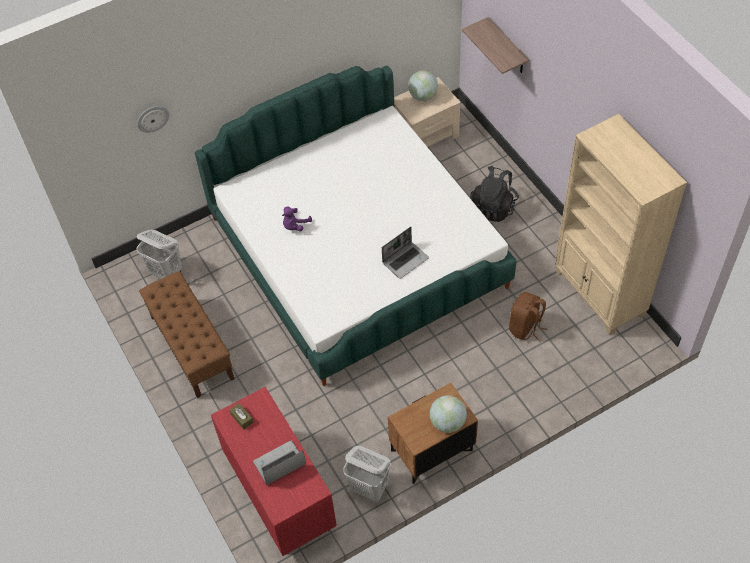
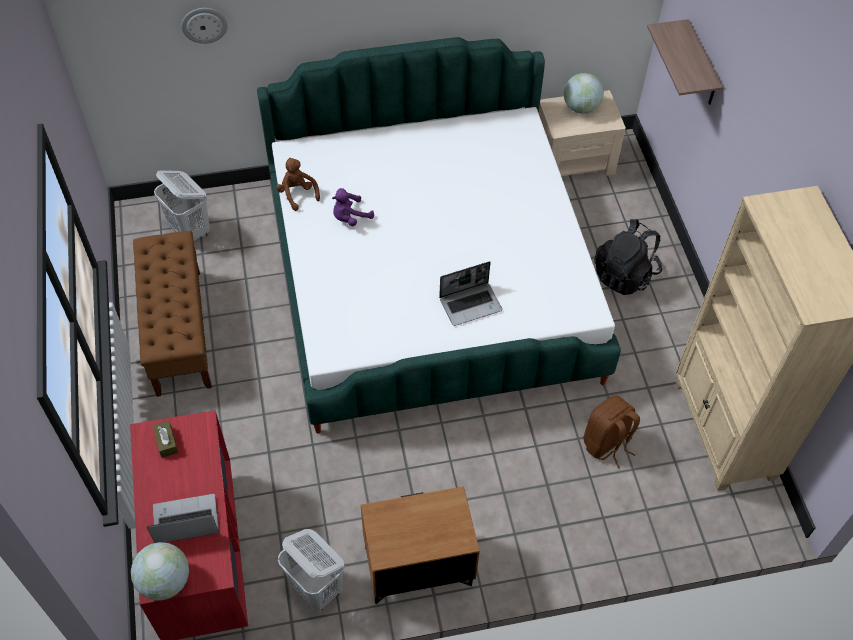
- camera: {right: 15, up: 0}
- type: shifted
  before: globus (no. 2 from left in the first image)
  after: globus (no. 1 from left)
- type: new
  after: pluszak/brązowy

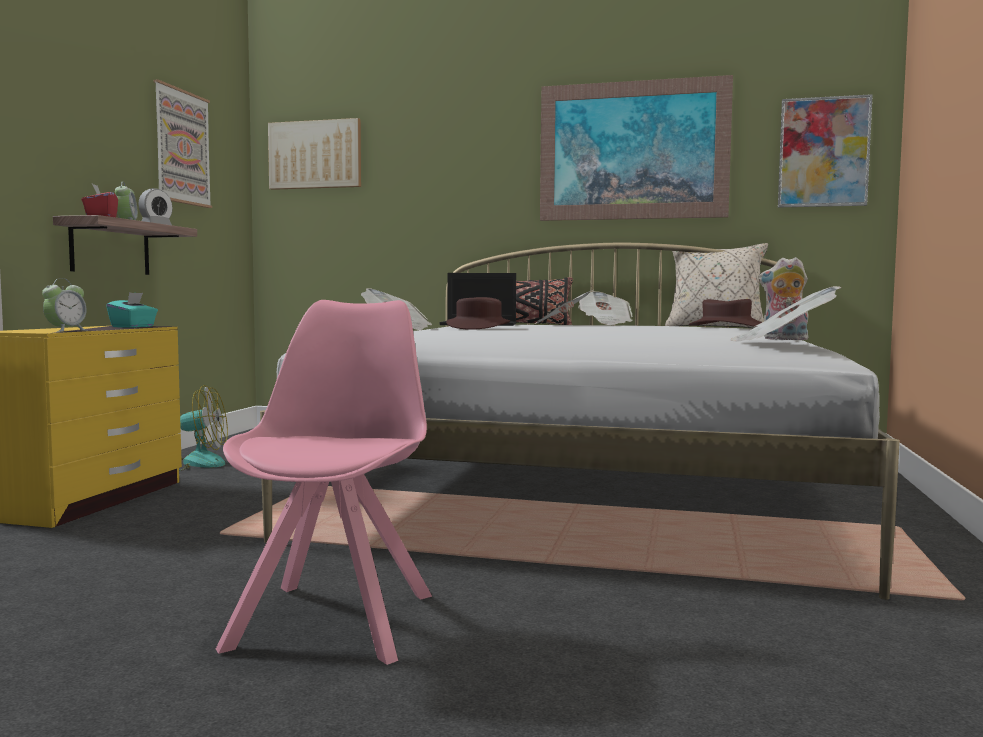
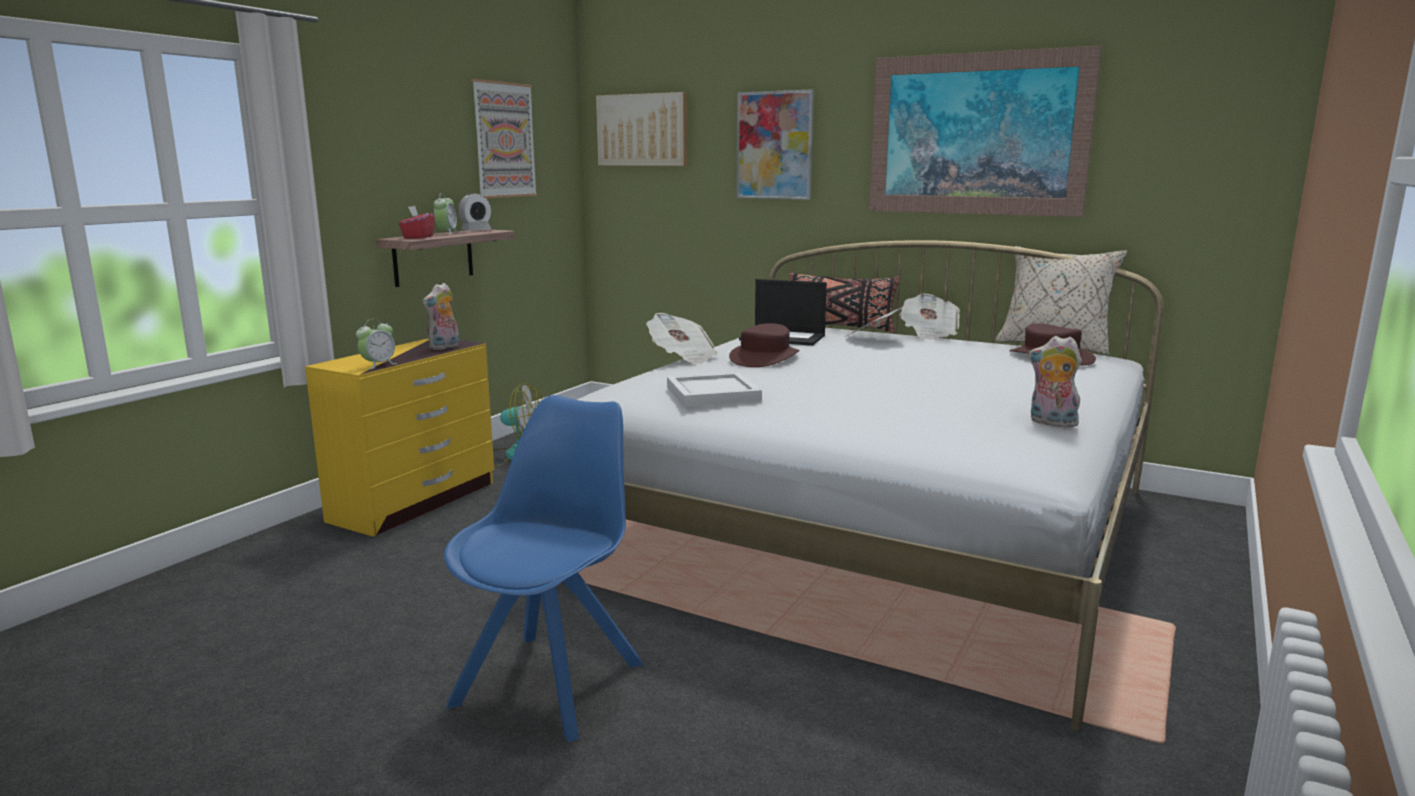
- camera: {right: 15, up: 10}
- type: swapped
  before: pudełko chusteczek/turkusowy
  after: pluszak (no. 1 from left)
- type: repainted
  before: krzesło/różowy
  after: krzesło/niebieski
- type: new
  after: taca/biały
- type: shifted
  before: obraz (no. 4 from left in the first image)
  after: obraz (no. 3 from left)
- type: gone
  before: gazeta (no. 4 from left)

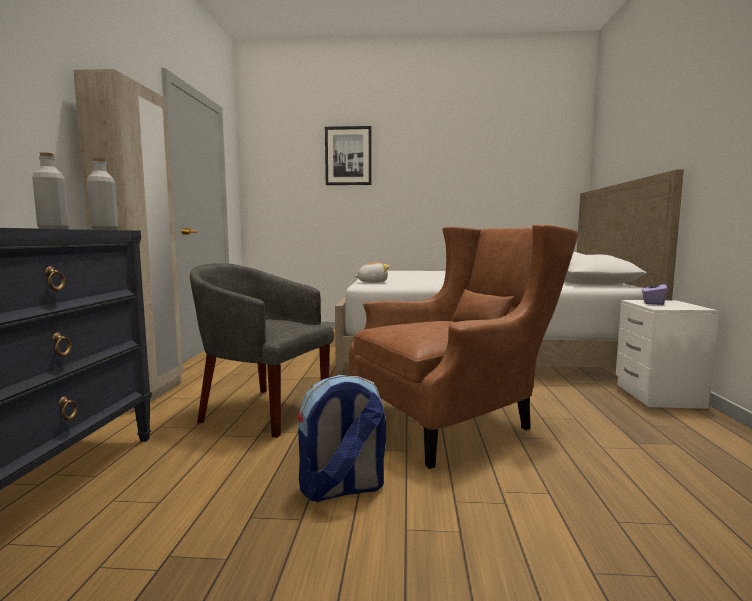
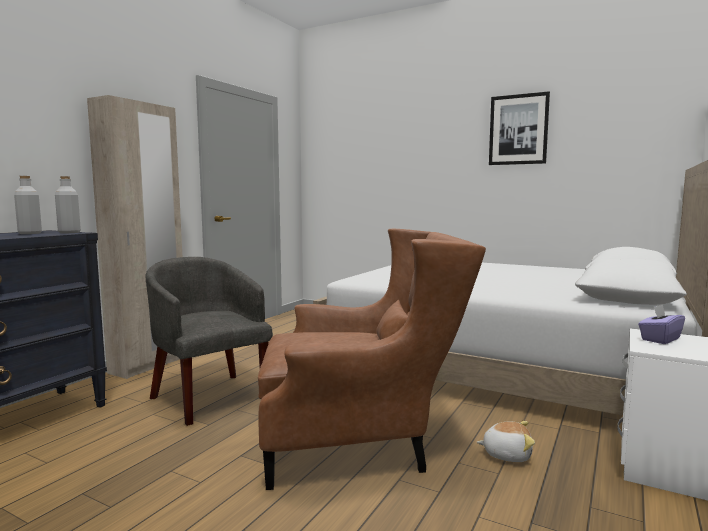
- camera: {right: 25, up: 0}
- type: shifted
  before: pluszak
- type: shifted
  before: obraz
- type: gone
  before: plecak

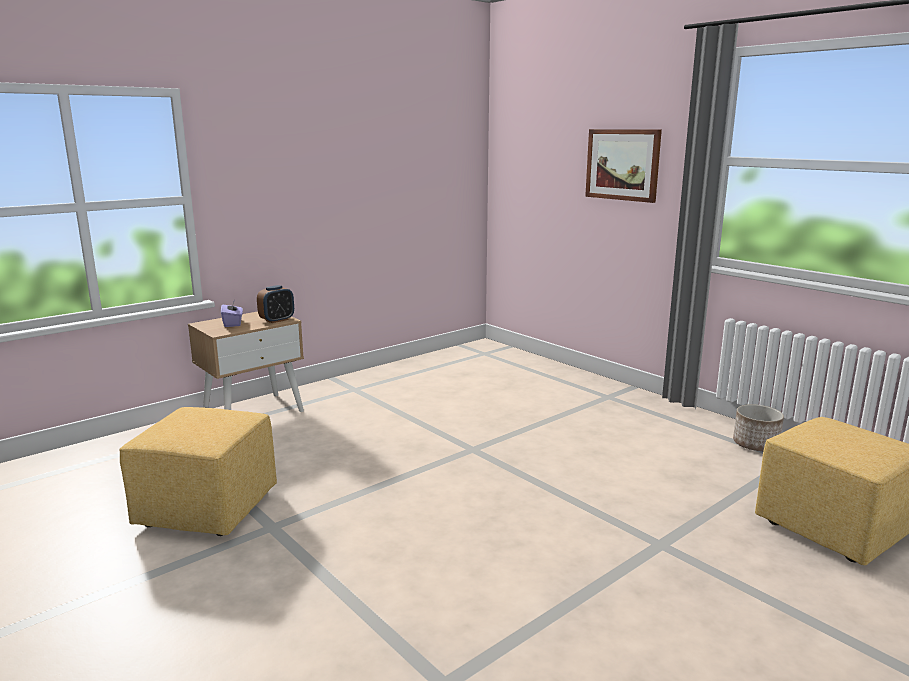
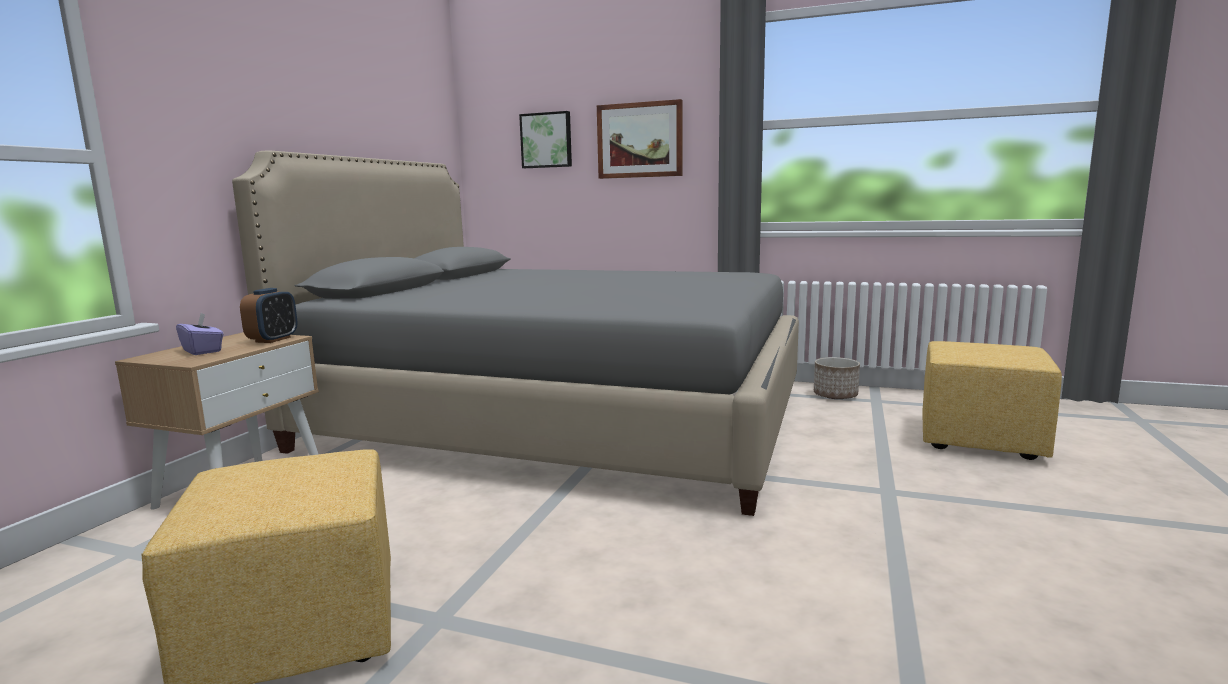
- camera: {right: -30, up: -5}
- type: new
  after: łóżko/szary
- type: new
  after: obraz (no. 1 from left)

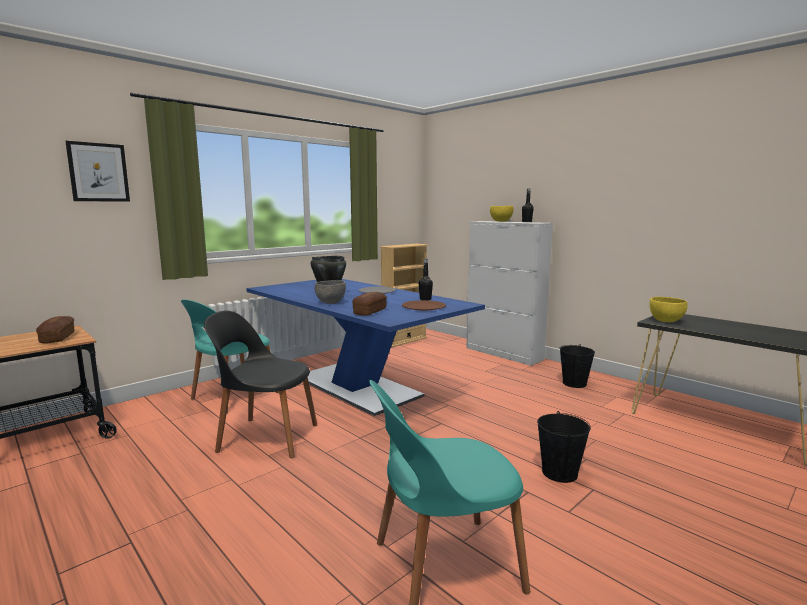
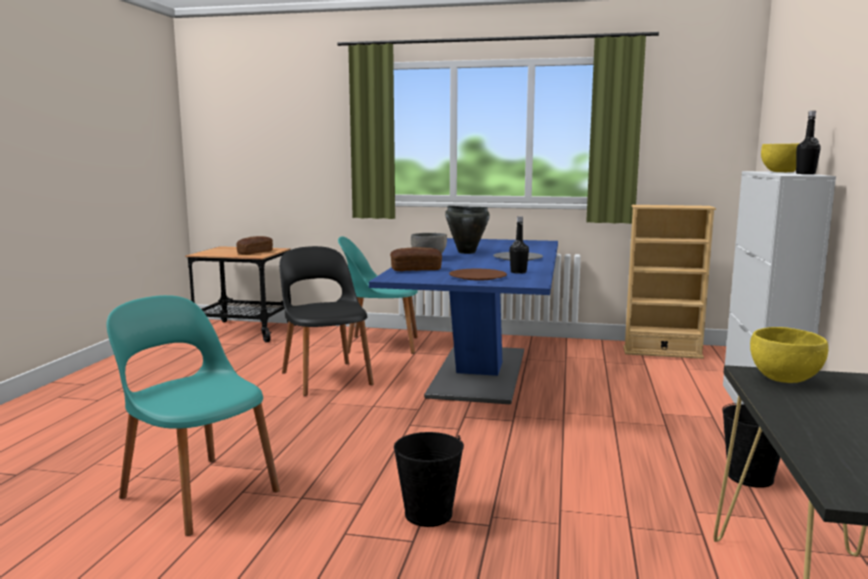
- camera: {right: 55, up: 0}
- type: gone
  before: obraz

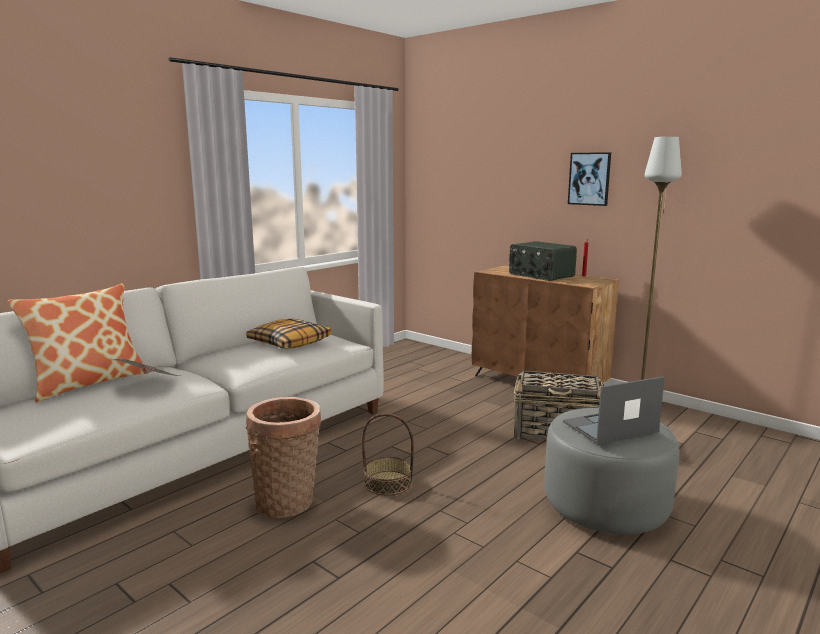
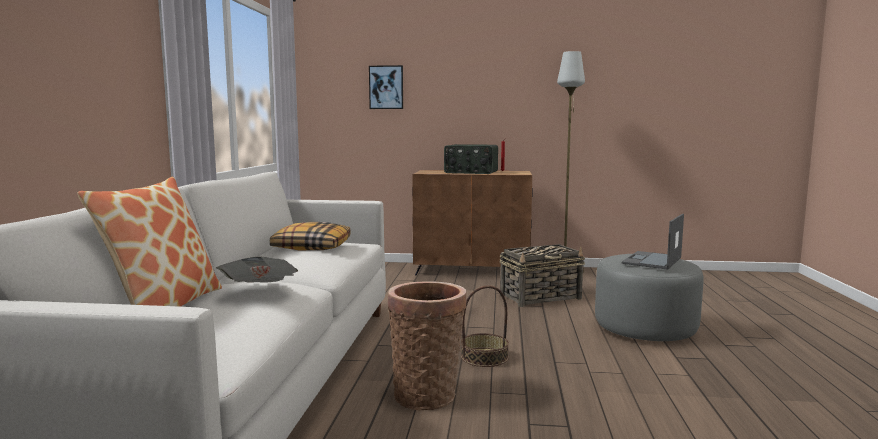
- camera: {right: -35, up: -5}
- type: shifted
  before: obraz

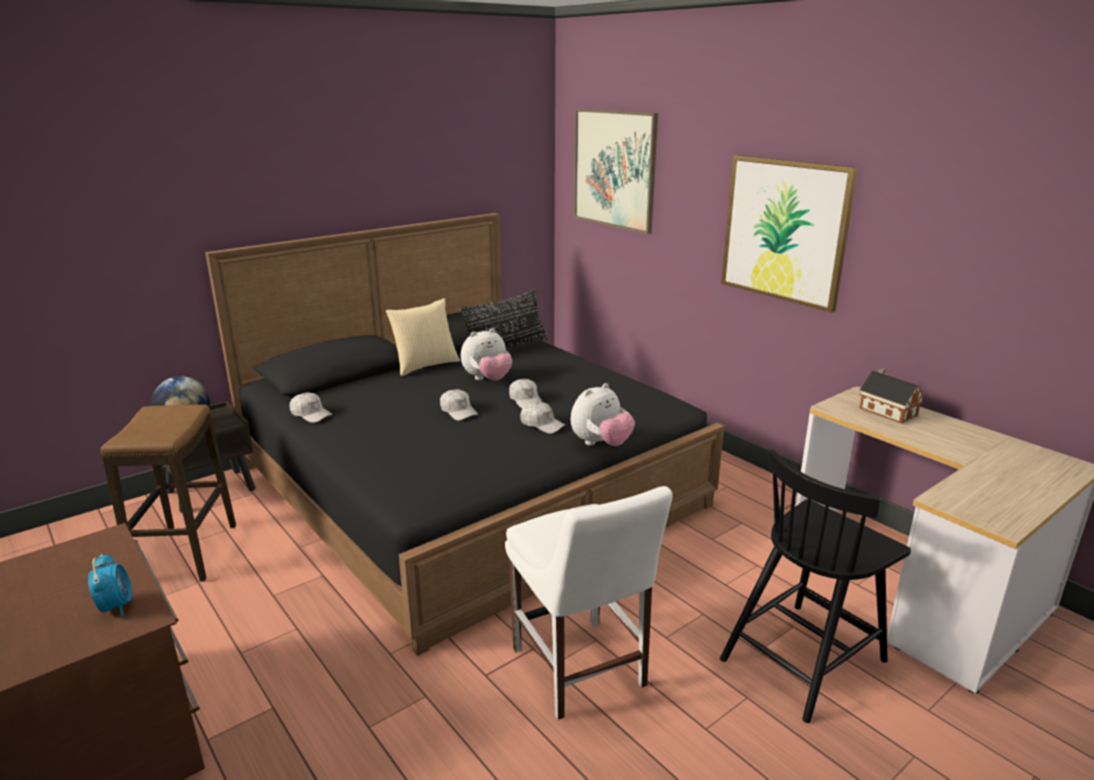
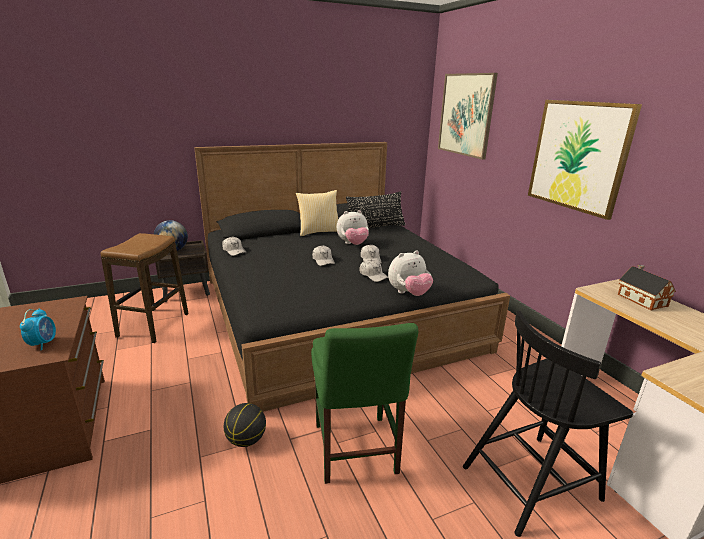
- camera: {right: 15, up: 0}
- type: new
  after: piłka do koszykówki
- type: repainted
  before: krzesło/biały
  after: krzesło/zielony

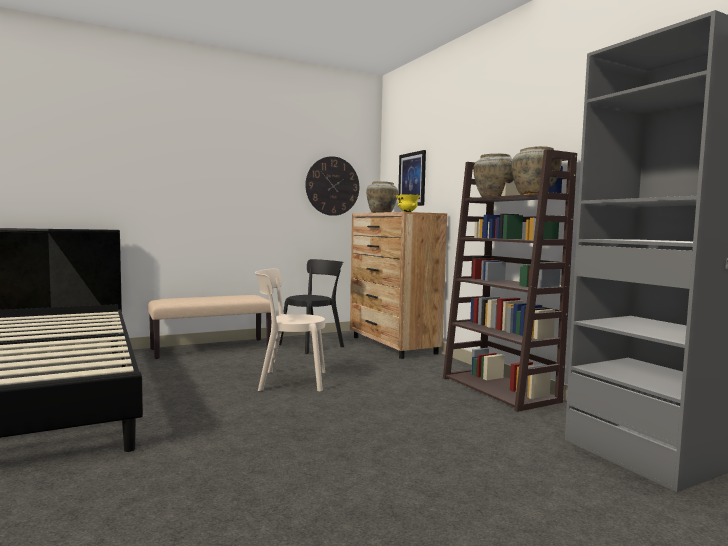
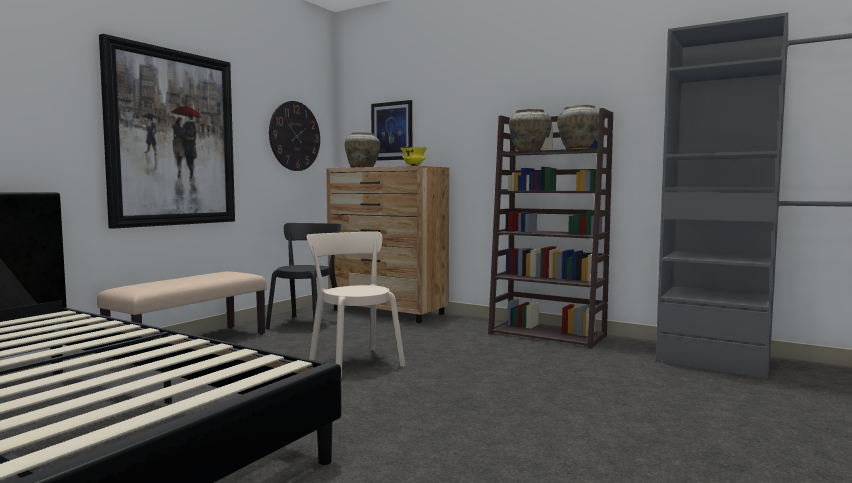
- camera: {right: -30, up: 0}
- type: new
  after: obraz (no. 1 from left)
- type: rotated
  before: krzesło/beżowy
  turn: 90

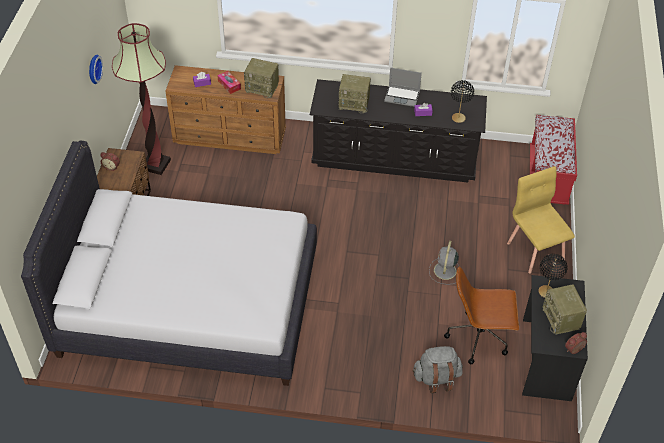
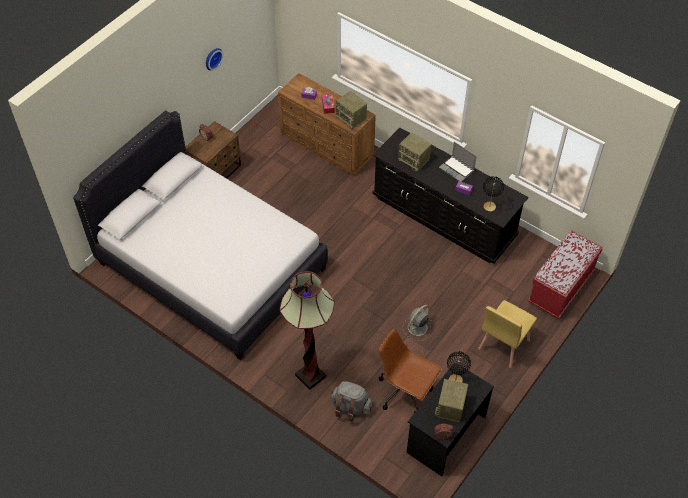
- camera: {right: 30, up: 5}
- type: shifted
  before: lampa stojąca
- type: rotated
  before: krzesło/żółty
  turn: -150

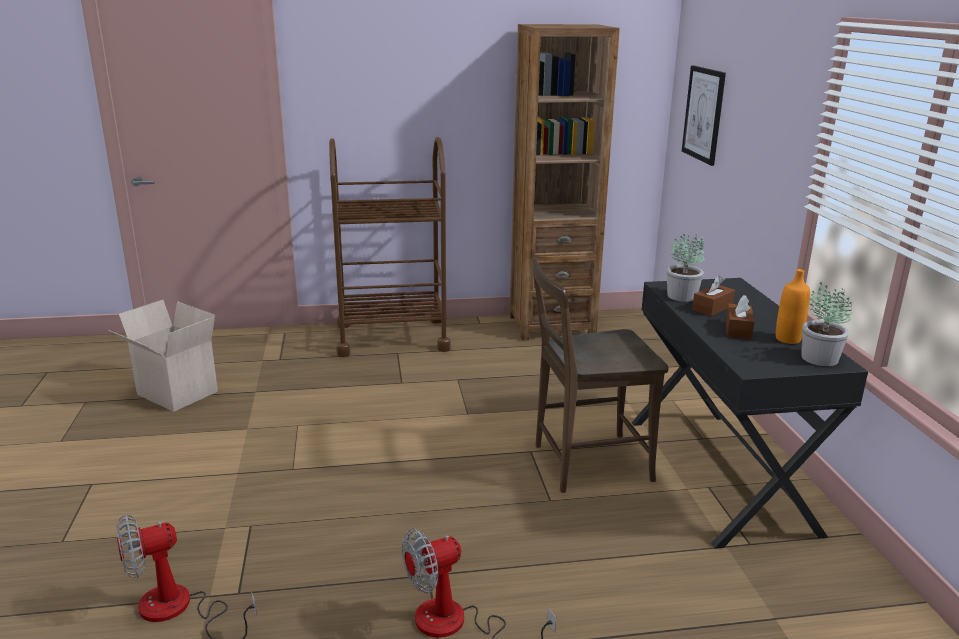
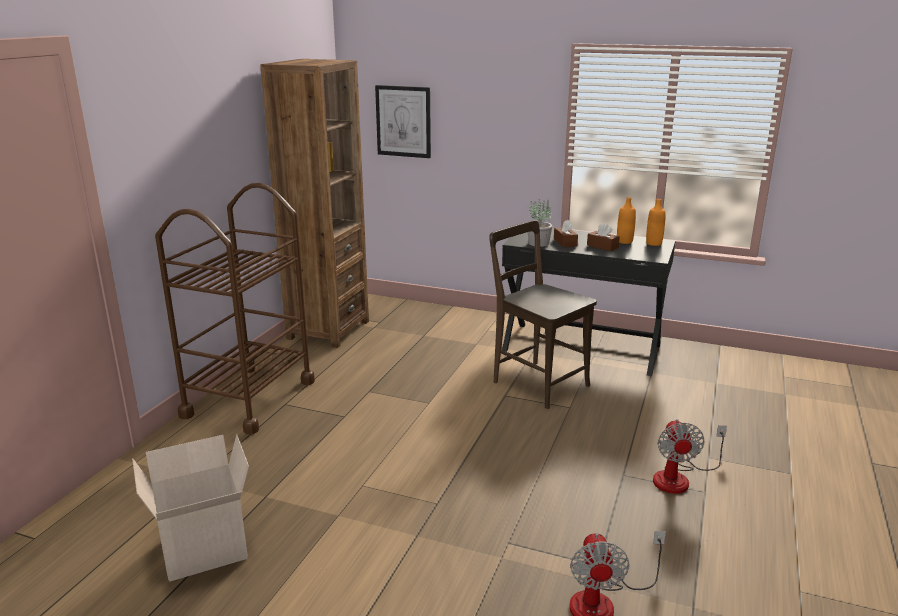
- camera: {right: -60, up: 0}
- type: rotated
  before: krzesło/brązowy
  turn: 120
- type: swapped
  before: roślina doniczkowa (no. 2 from left)
  after: butelka/pomarańczowy (no. 2 from left)

